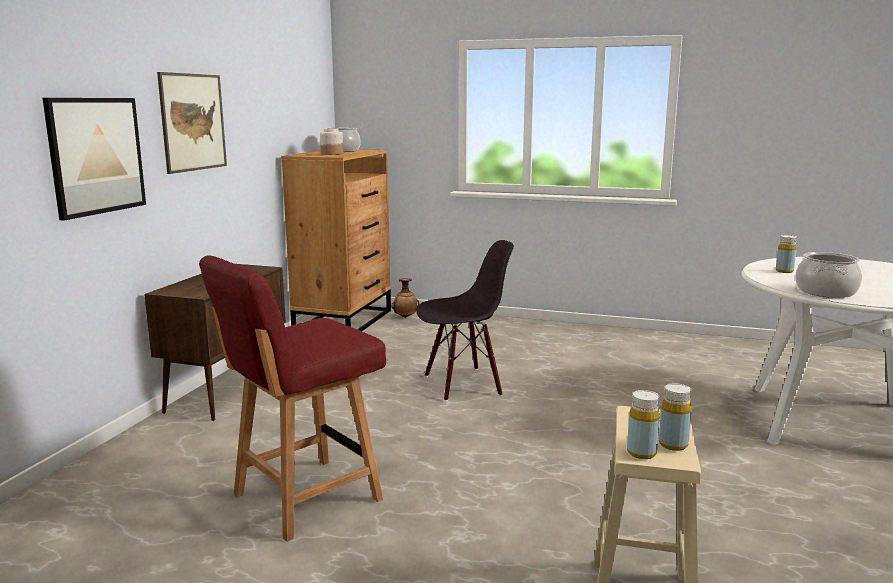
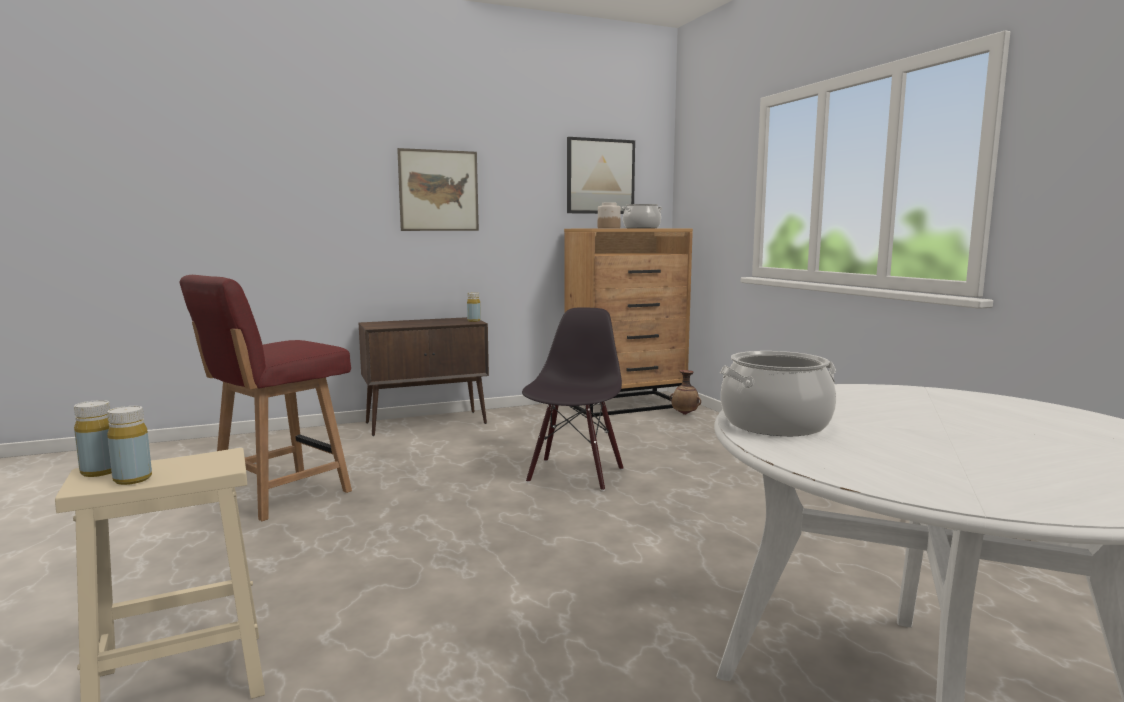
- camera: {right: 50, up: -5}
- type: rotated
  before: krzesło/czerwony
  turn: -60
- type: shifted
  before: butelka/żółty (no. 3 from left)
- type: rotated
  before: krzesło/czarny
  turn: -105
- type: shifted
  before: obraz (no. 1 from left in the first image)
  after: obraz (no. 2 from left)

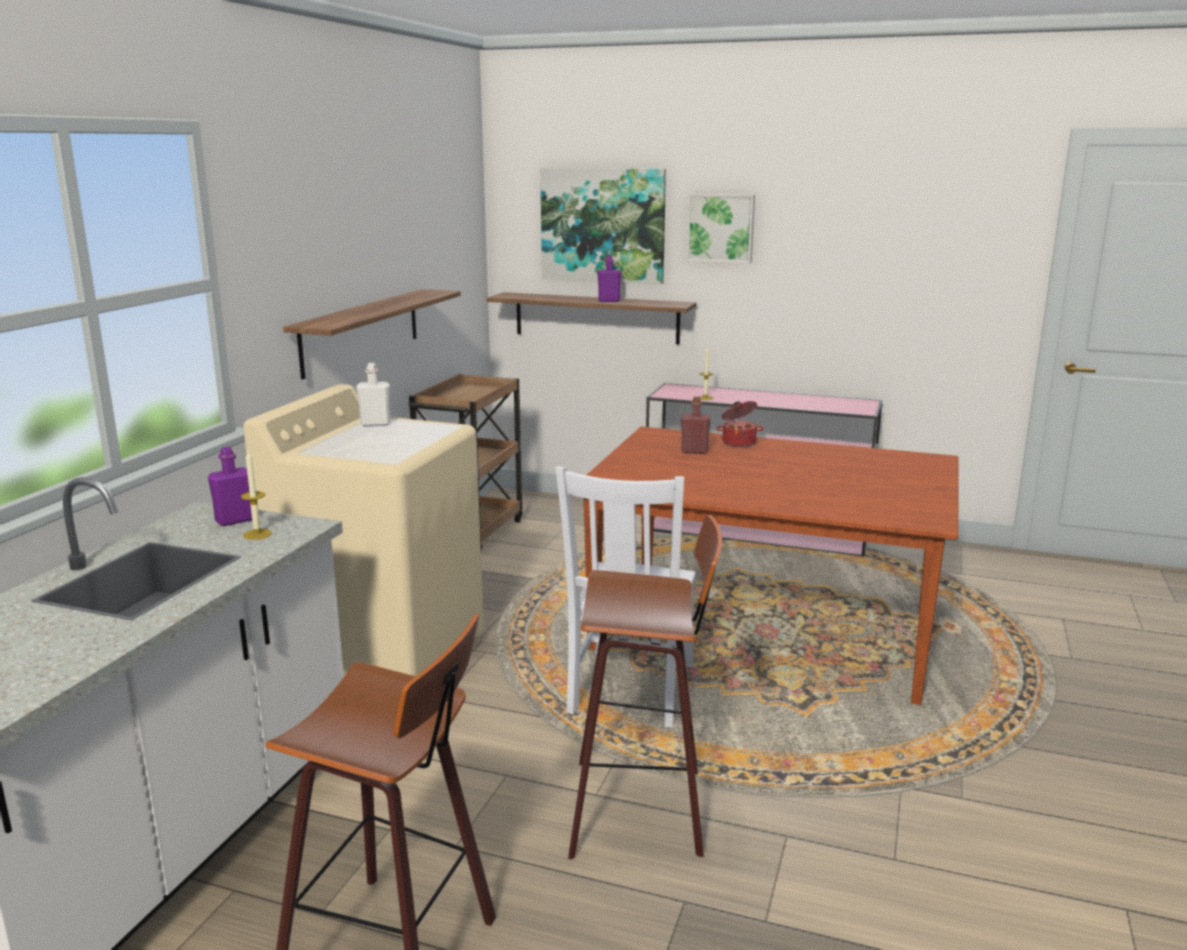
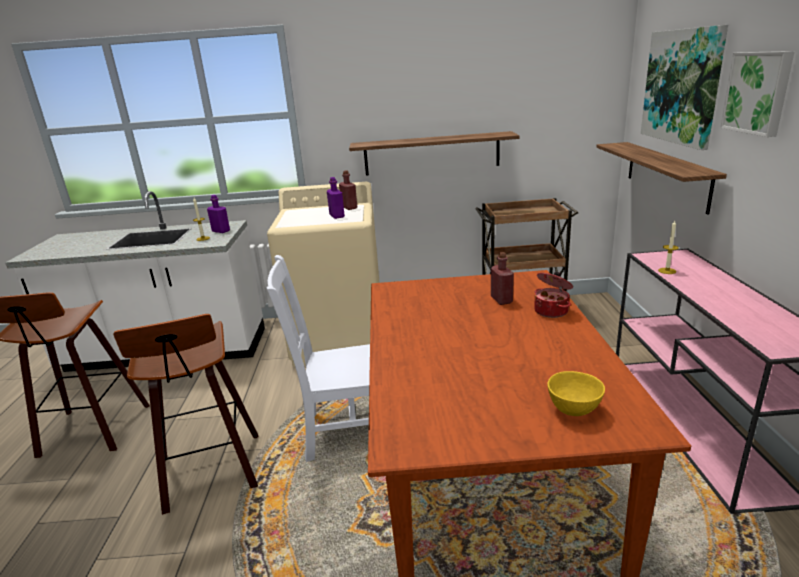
- camera: {right: 70, up: 5}
- type: shifted
  before: butelka/fioletowy (no. 2 from left)
- type: repainted
  before: butelka/biały
  after: butelka/czerwony (no. 1 from left)
- type: new
  after: miska/żółty

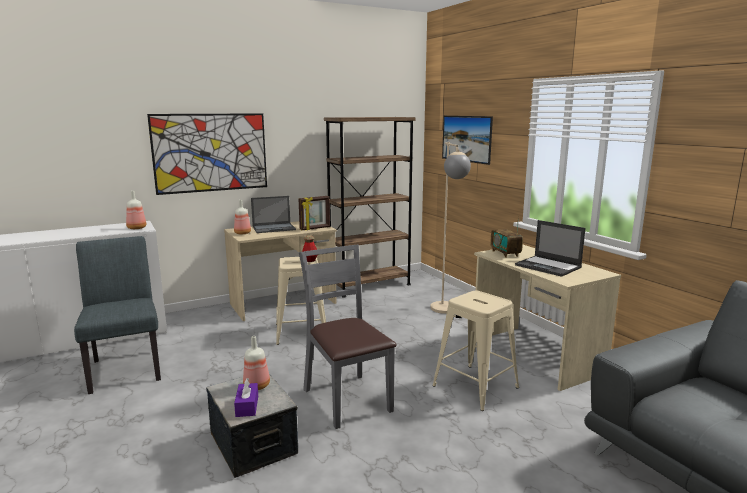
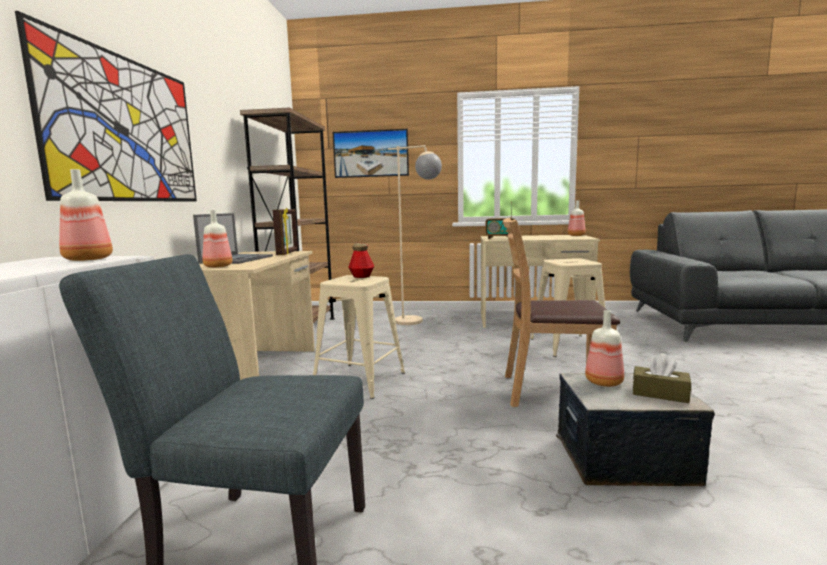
- camera: {right: -55, up: -5}
- type: repainted
  before: krzesło/szary (no. 2 from left)
  after: krzesło/brązowy
- type: new
  after: butelka (no. 4 from left)
- type: repainted
  before: pudełko chusteczek/fioletowy
  after: pudełko chusteczek/brązowy
- type: gone
  before: laptop (no. 2 from left)

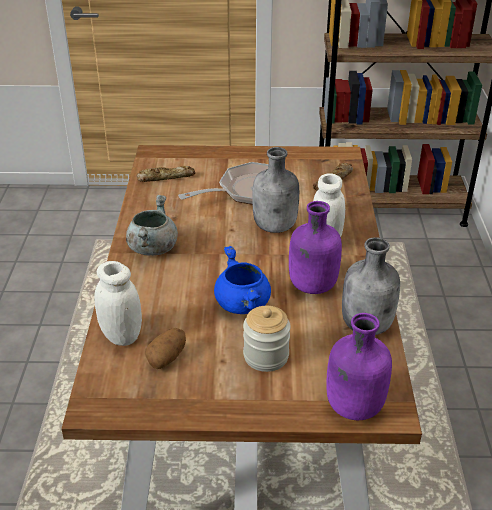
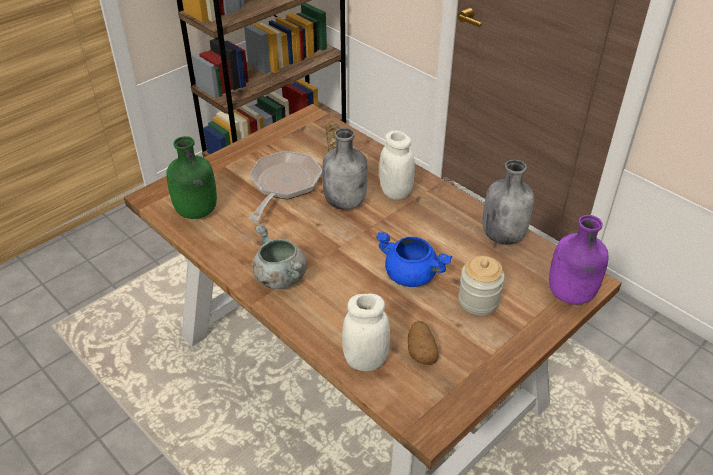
- camera: {right: -45, up: 5}
- type: swapped
  before: chleb (no. 1 from left)
  after: butelka/zielony
- type: gone
  before: butelka/fioletowy (no. 1 from left)

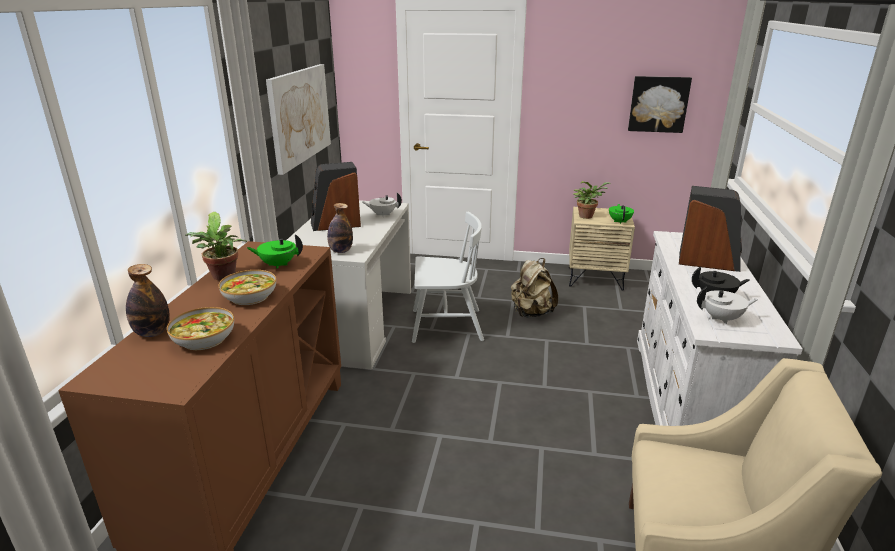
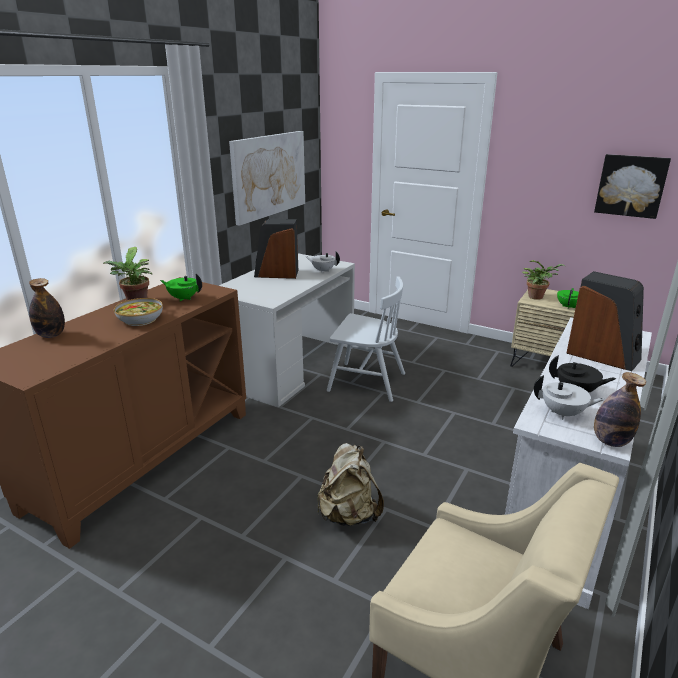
- camera: {right: 20, up: 0}
- type: shifted
  before: plecak/beżowy
- type: shifted
  before: butelka (no. 2 from left)
- type: gone
  before: miska (no. 1 from left)

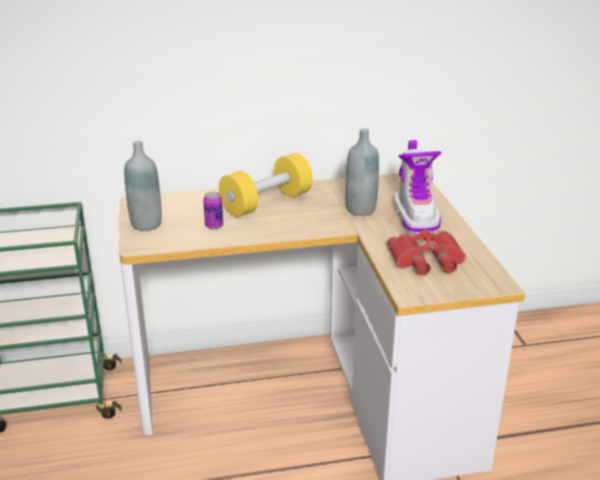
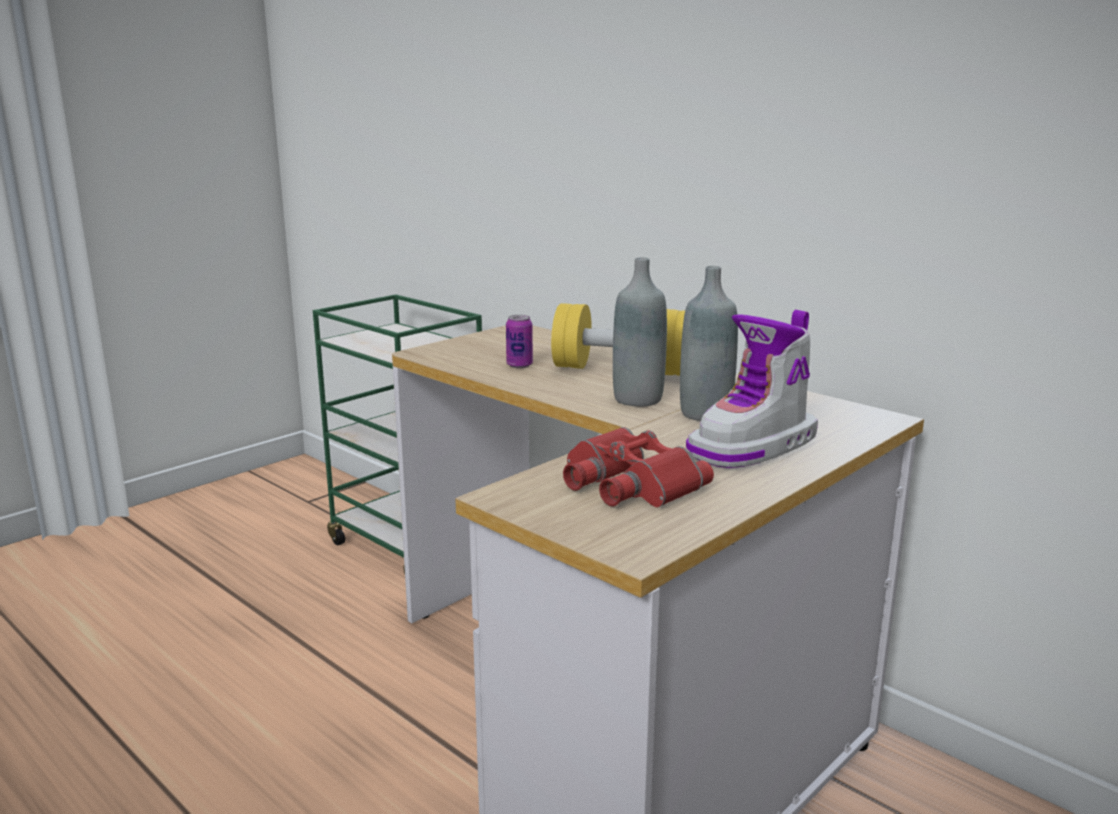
- camera: {right: 55, up: -10}
- type: shifted
  before: butelka/szary (no. 1 from left)

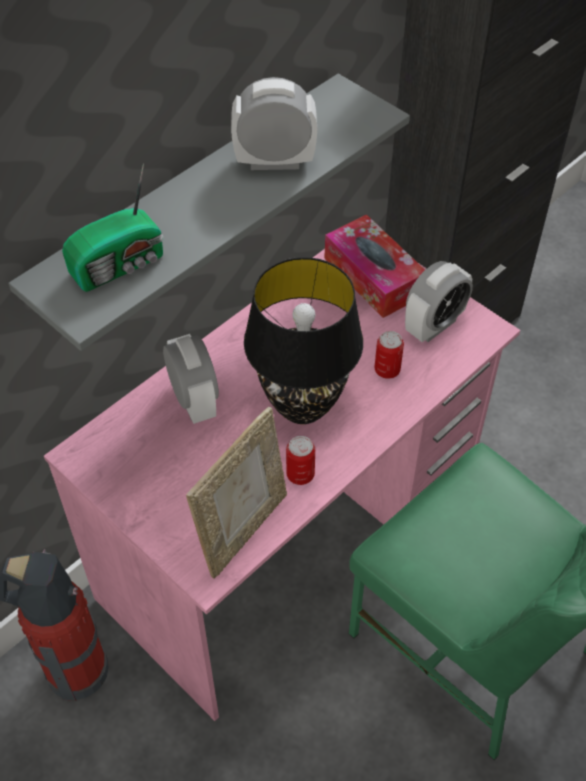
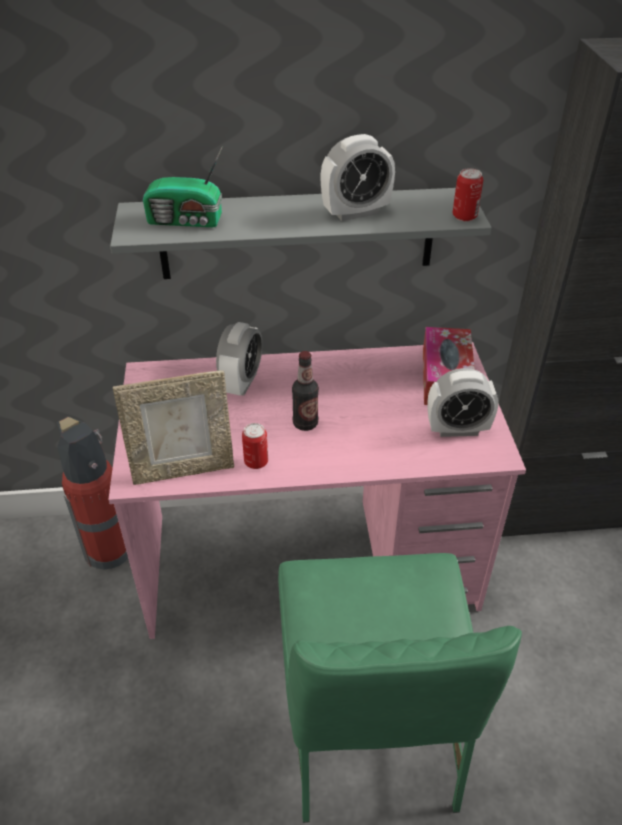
- camera: {right: 40, up: -10}
- type: swapped
  before: lampa stołowa/czarny
  after: butelka
- type: rotated
  before: budzik (no. 2 from left)
  turn: 120
- type: shifted
  before: puszka (no. 2 from left)

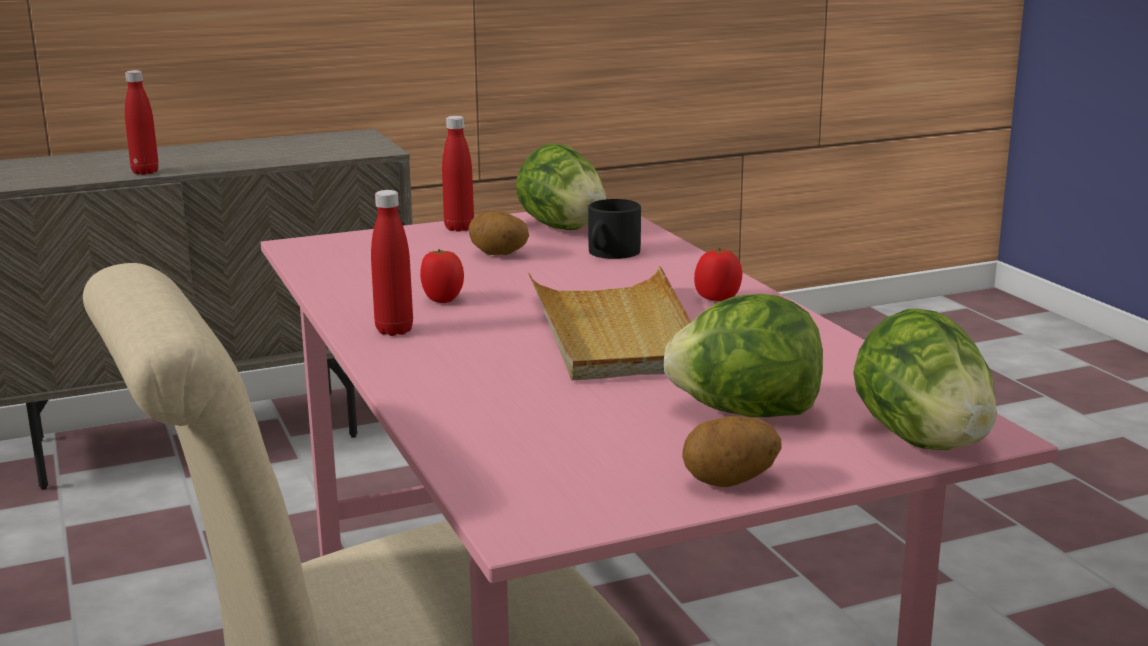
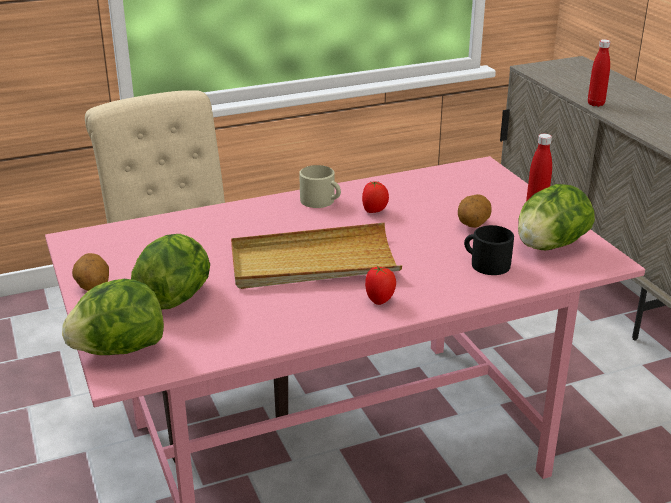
- camera: {right: 90, up: 10}
- type: swapped
  before: butelka/czerwony (no. 2 from left)
  after: kubek/beżowy

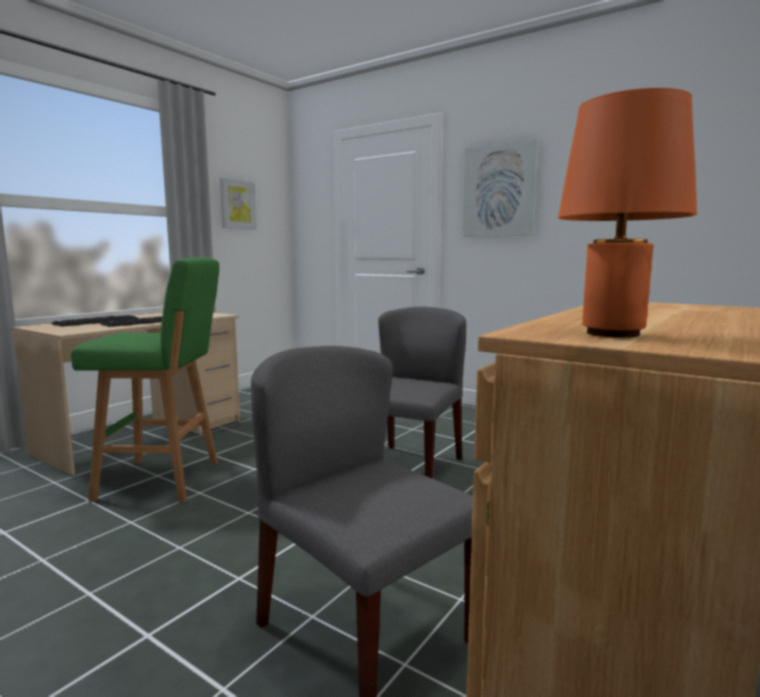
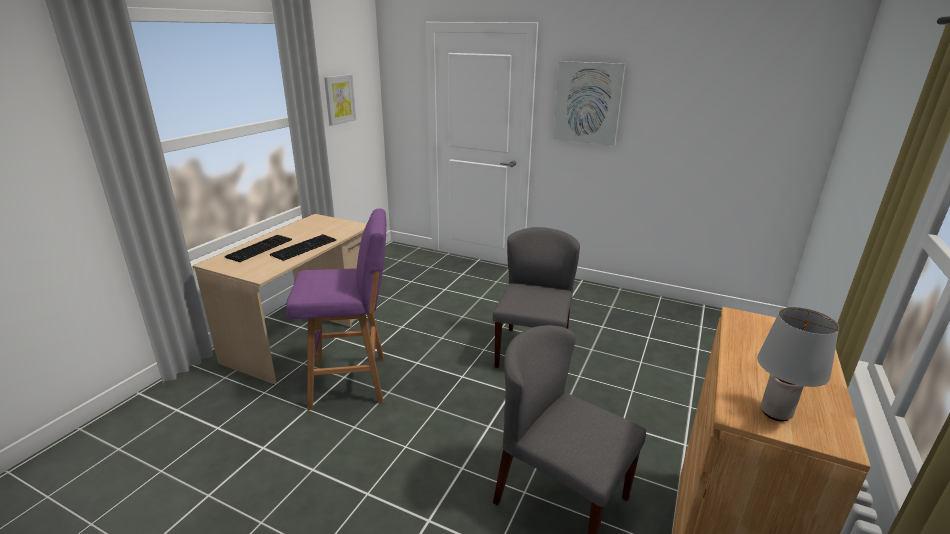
- camera: {right: -10, up: 15}
- type: repainted
  before: stołek/zielony
  after: stołek/fioletowy
- type: repainted
  before: lampa stołowa/pomarańczowy
  after: lampa stołowa/szary

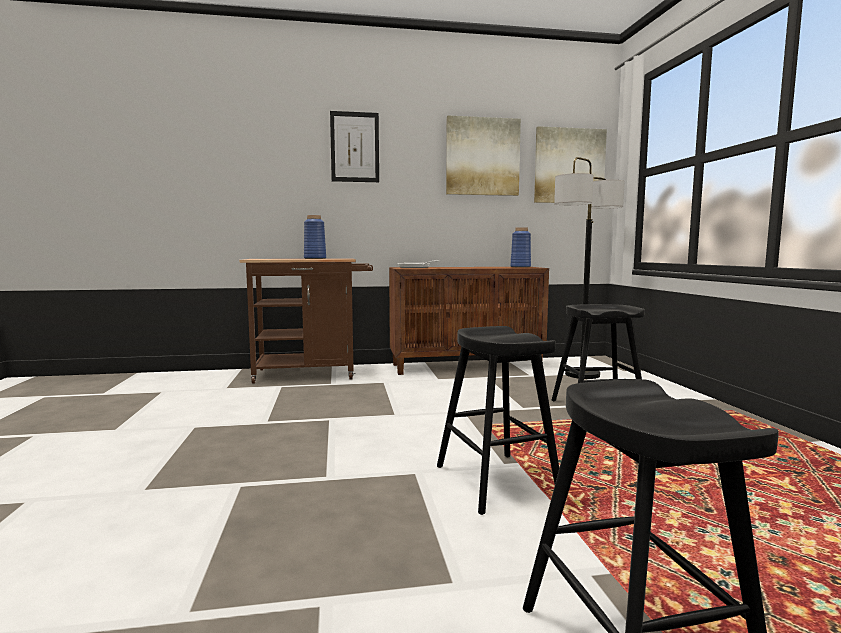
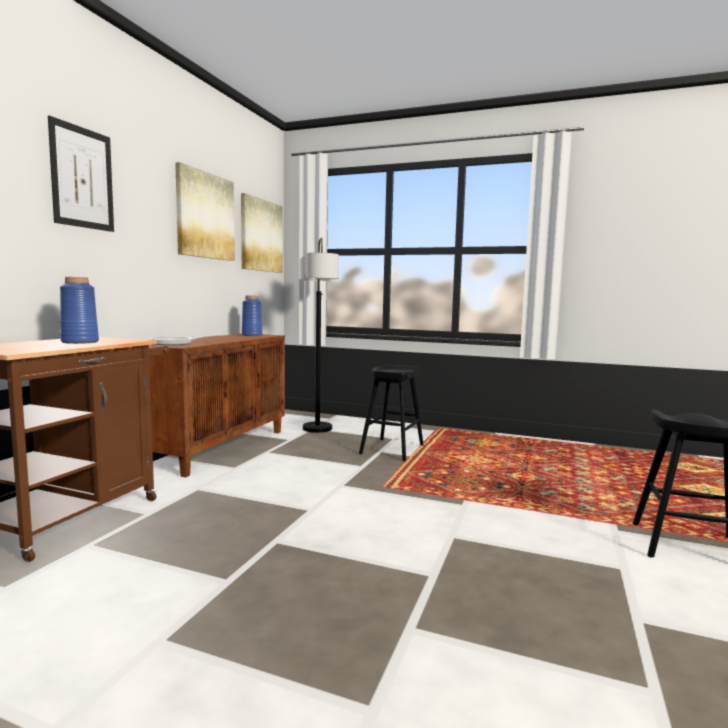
- camera: {right: -60, up: 0}
- type: gone
  before: stołek/czarny (no. 1 from left)

